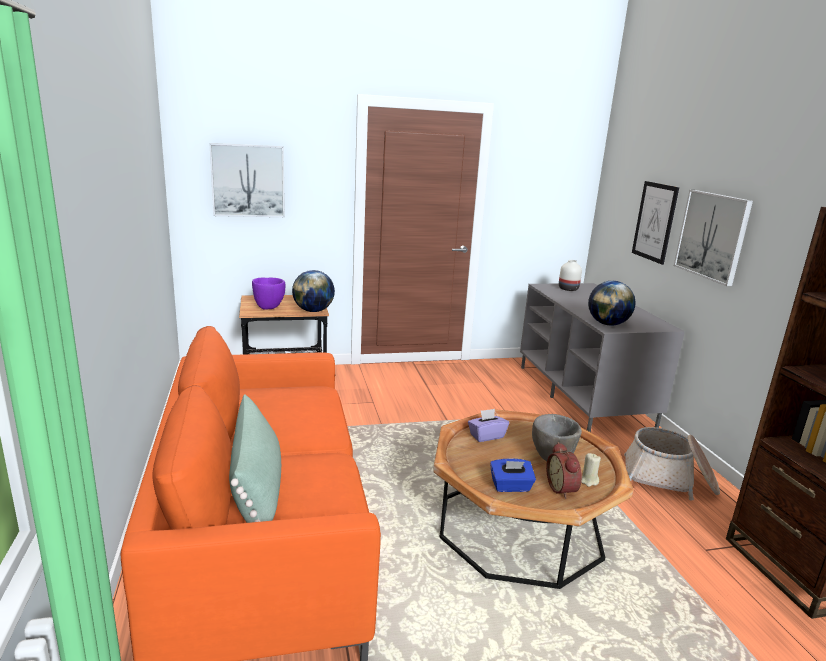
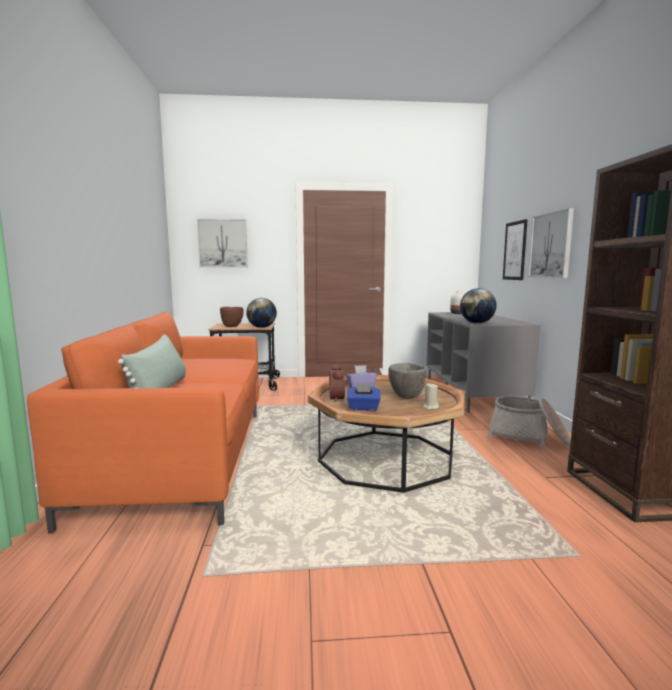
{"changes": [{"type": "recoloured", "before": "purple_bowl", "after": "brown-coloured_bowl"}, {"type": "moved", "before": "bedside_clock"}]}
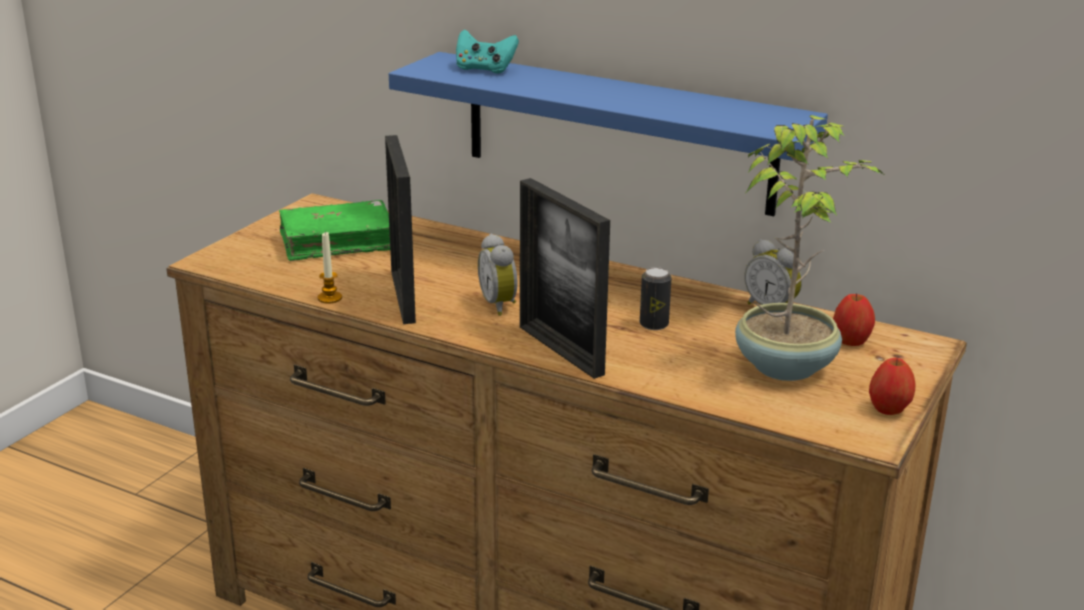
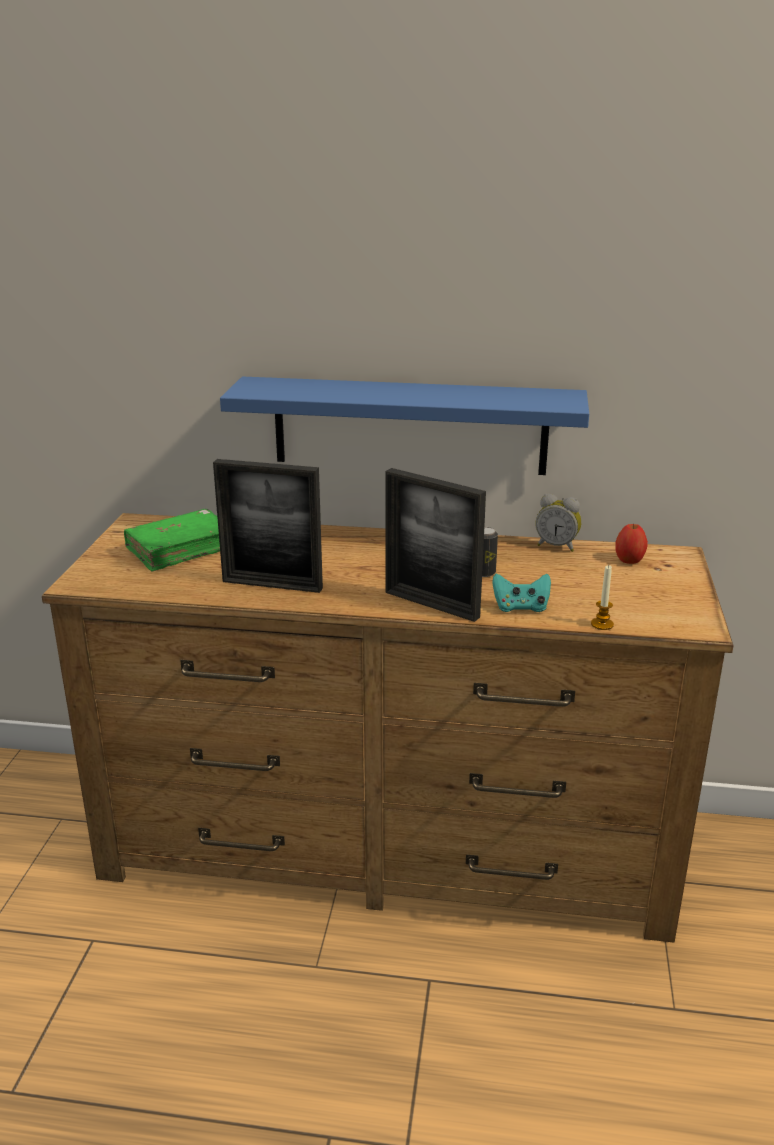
{"changes": [{"type": "turned", "before": "photo_frame (1st from left)", "turn": -45}, {"type": "moved", "before": "turquoise_game_controller"}, {"type": "moved", "before": "wax_candle"}, {"type": "removed", "before": "bedside_clock (1st from left)"}, {"type": "removed", "before": "houseplant"}, {"type": "removed", "before": "apple (2nd from left)"}]}
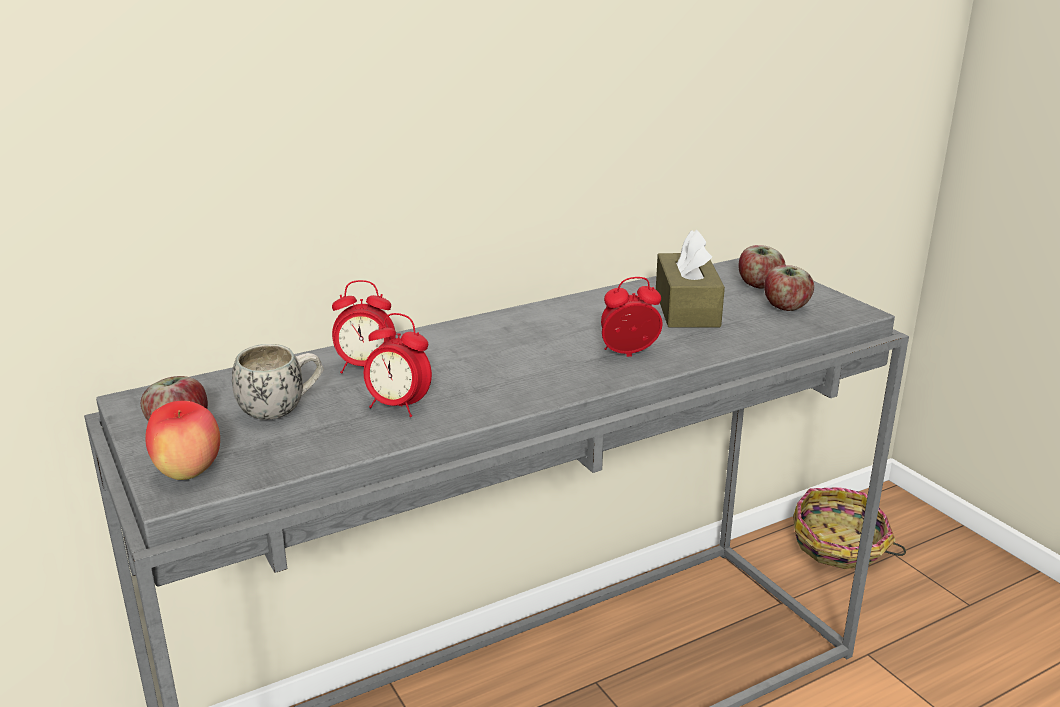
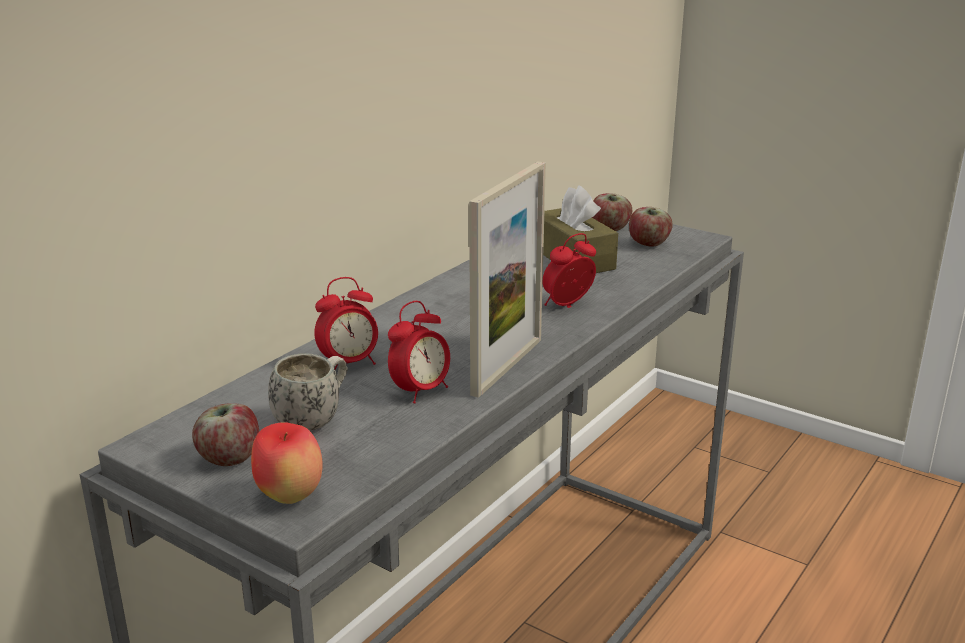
{"changes": [{"type": "turned", "before": "bedside_clock (2nd from left)", "turn": -45}, {"type": "added", "after": "photo_frame"}, {"type": "removed", "before": "storage_basket"}]}
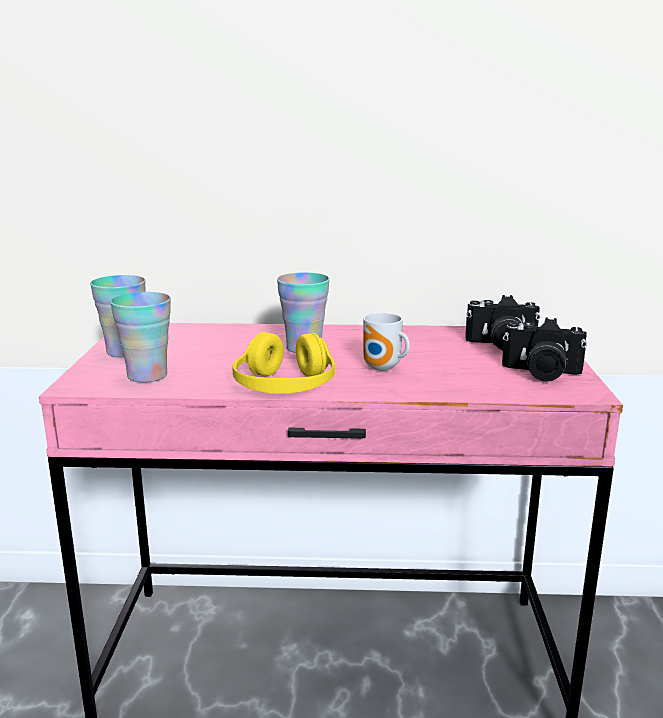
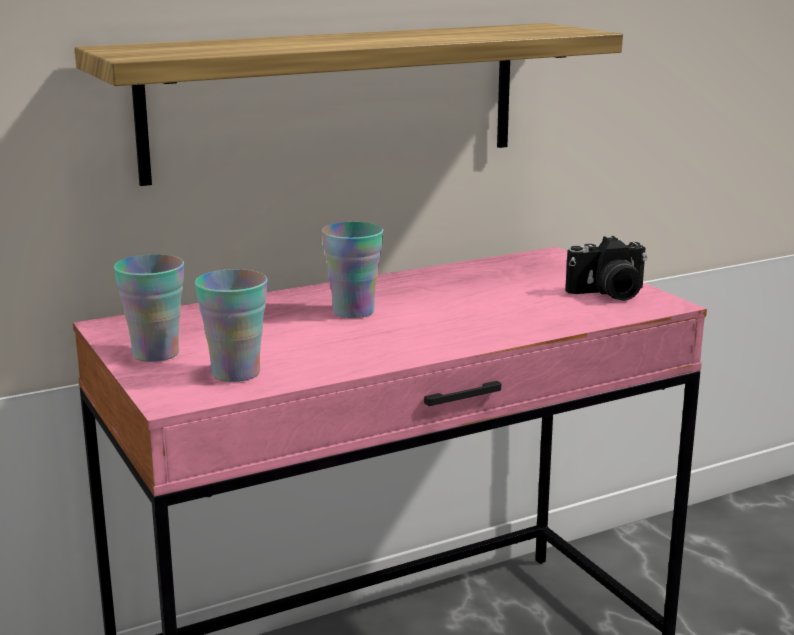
{"changes": [{"type": "added", "after": "shelf"}, {"type": "removed", "before": "yellow_pair_of_headphones"}, {"type": "removed", "before": "tea_mug"}, {"type": "removed", "before": "photo_camera (1st from left)"}]}
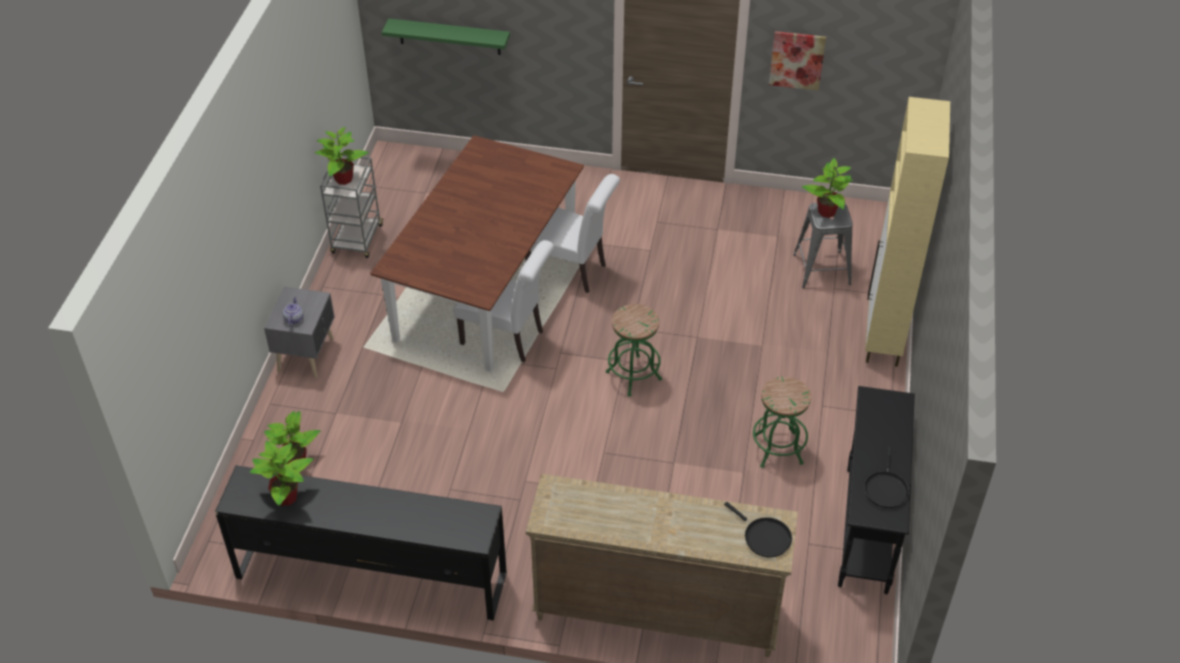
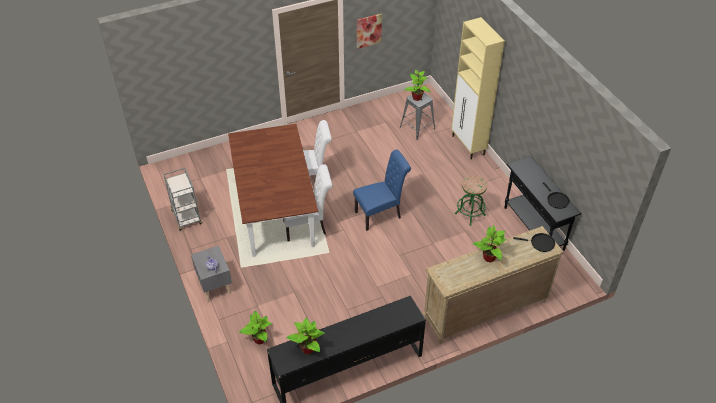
{"changes": [{"type": "replaced", "before": "greenish_sitting_stool (1st from left)", "after": "blue-coloured_chair"}, {"type": "moved", "before": "houseplant (3rd from left in the first image)", "after": "houseplant (4th from left)"}, {"type": "removed", "before": "greenish_shelf"}]}
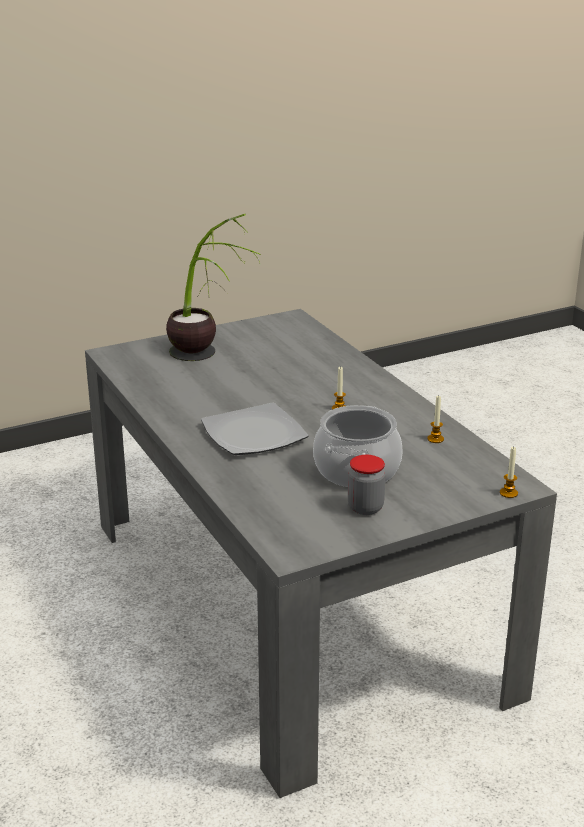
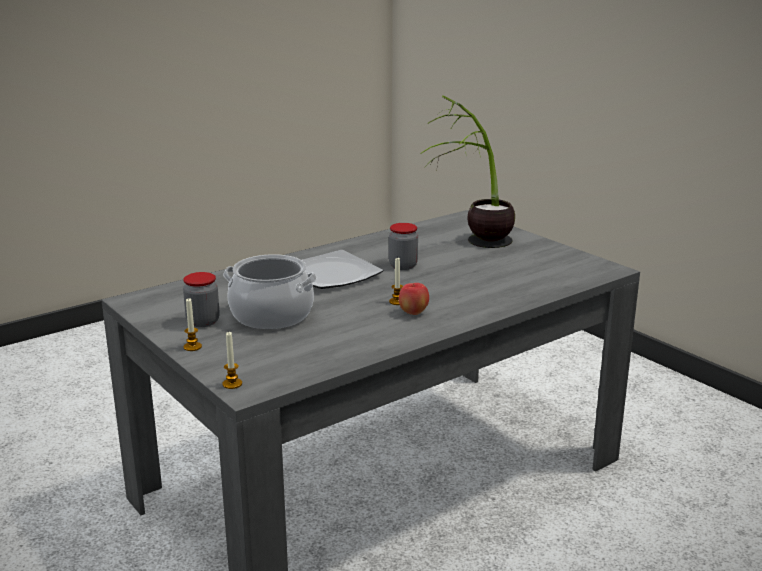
{"changes": [{"type": "moved", "before": "wax_candle (2nd from left in the first image)", "after": "wax_candle (1st from left)"}, {"type": "added", "after": "storage_jar (2nd from left)"}, {"type": "added", "after": "apple"}]}
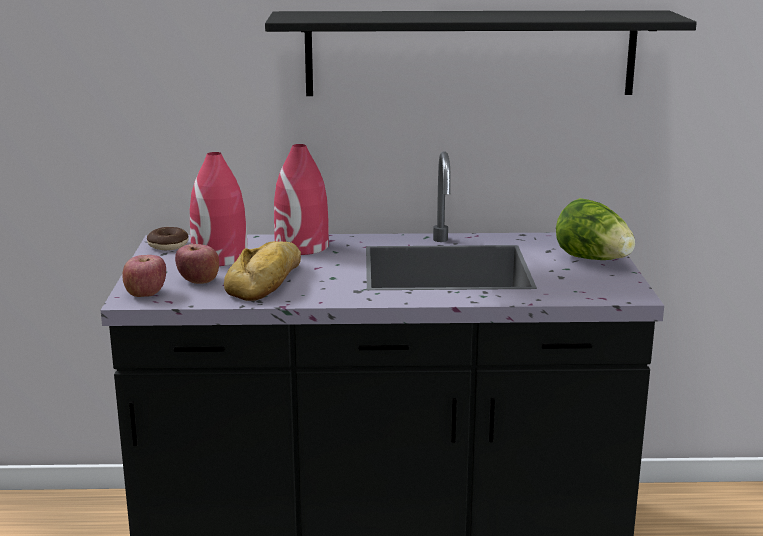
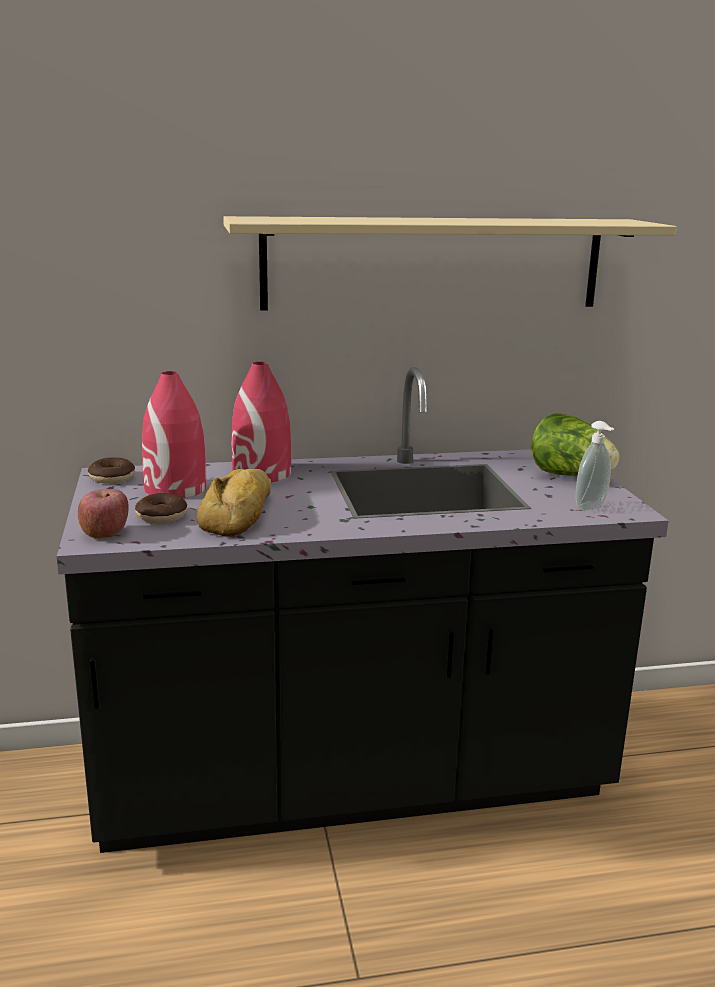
{"changes": [{"type": "replaced", "before": "apple (2nd from left)", "after": "ring_doughnut (2nd from left)"}, {"type": "recoloured", "before": "black-coloured_shelf", "after": "beige-coloured_shelf"}, {"type": "added", "after": "liquid_soap_bottle"}]}
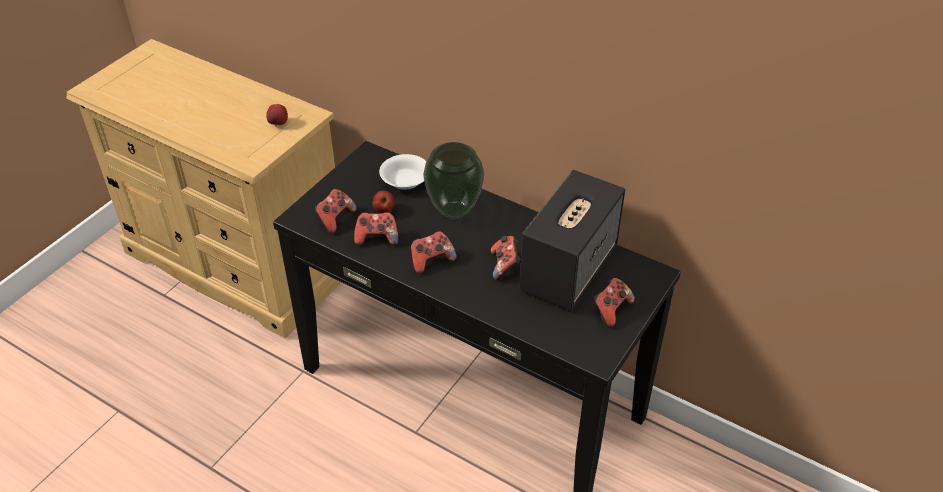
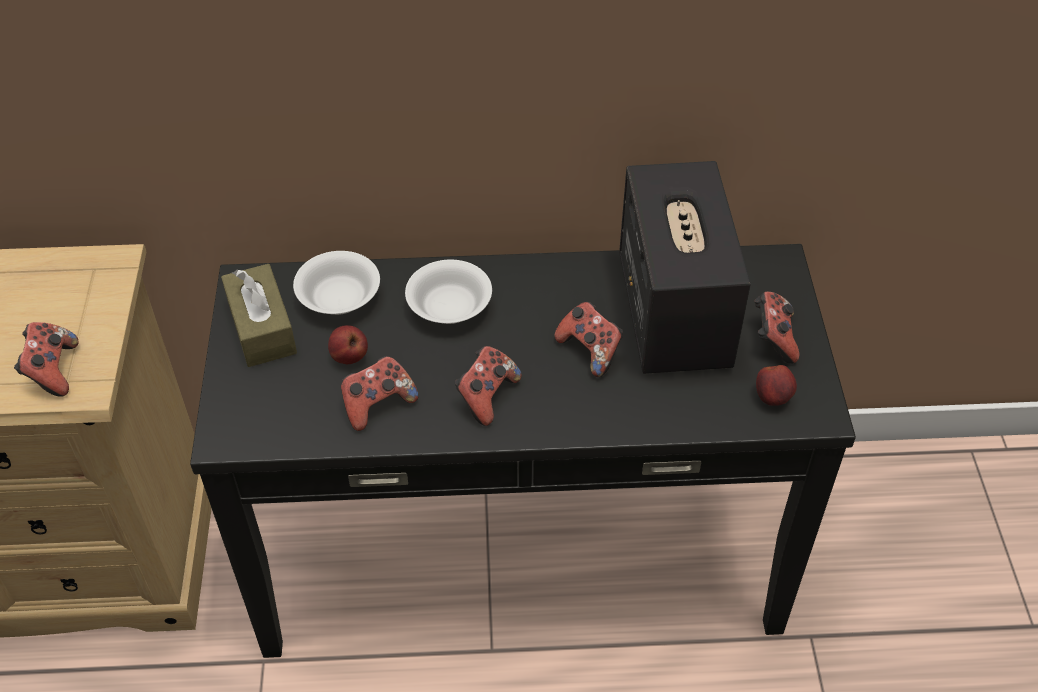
{"changes": [{"type": "moved", "before": "game_controller (1st from left)"}, {"type": "added", "after": "brown-coloured_tissue_box"}, {"type": "replaced", "before": "decorative_vase", "after": "white-coloured_bowl (2nd from left)"}, {"type": "moved", "before": "apple (1st from left in the first image)", "after": "apple (2nd from left)"}]}
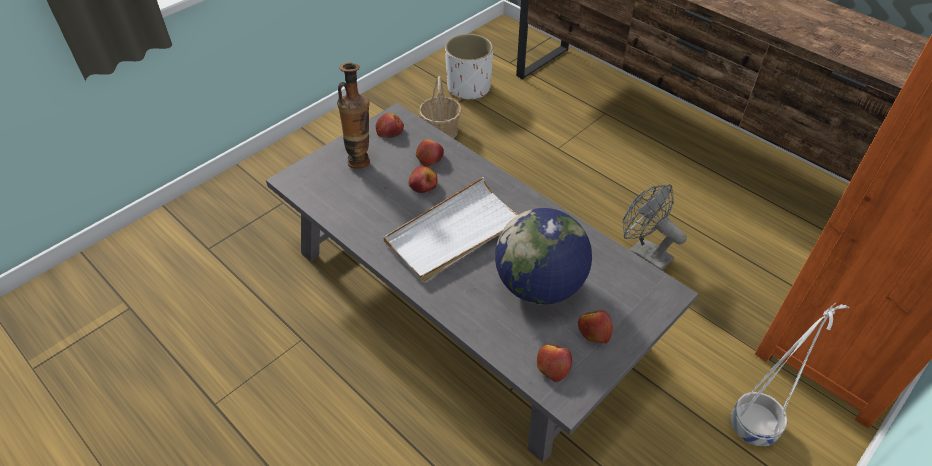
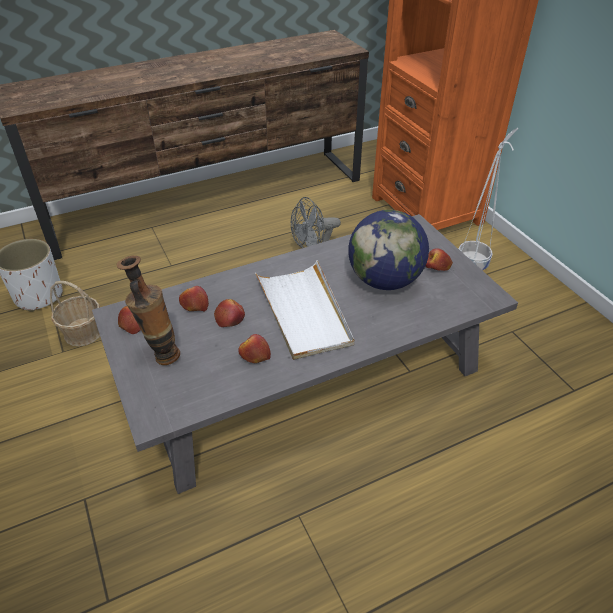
{"changes": [{"type": "moved", "before": "apple (4th from left)"}]}
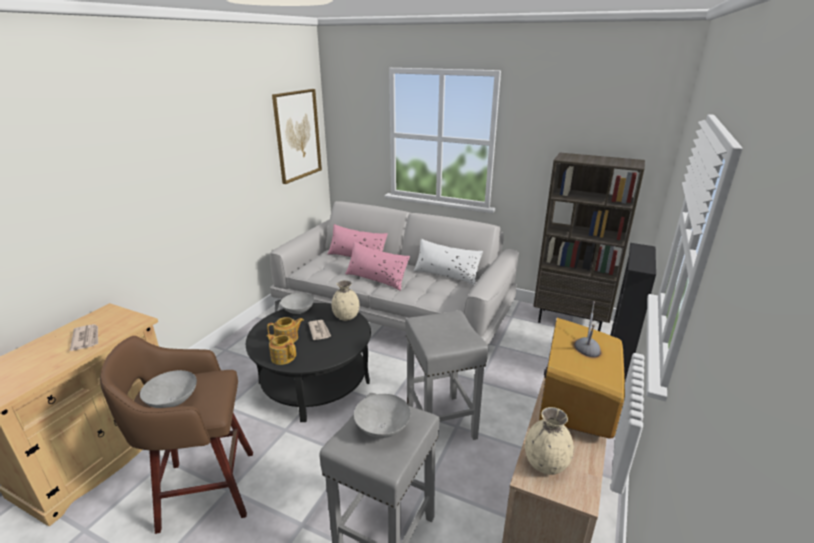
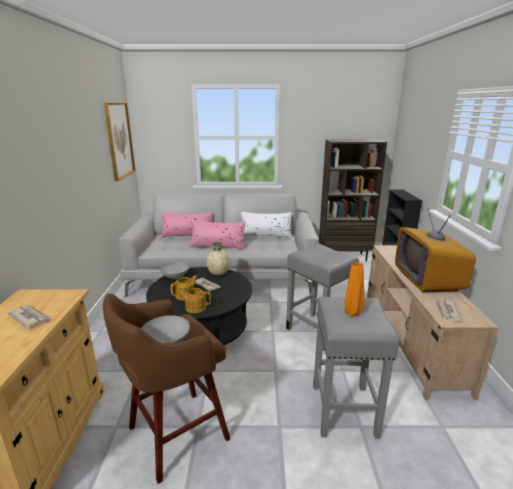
{"changes": [{"type": "replaced", "before": "gray_bowl (3rd from left)", "after": "orange-coloured_decorative_vase"}, {"type": "replaced", "before": "beige-coloured_decorative_vase (2nd from left)", "after": "daily_paper (3rd from left)"}]}
